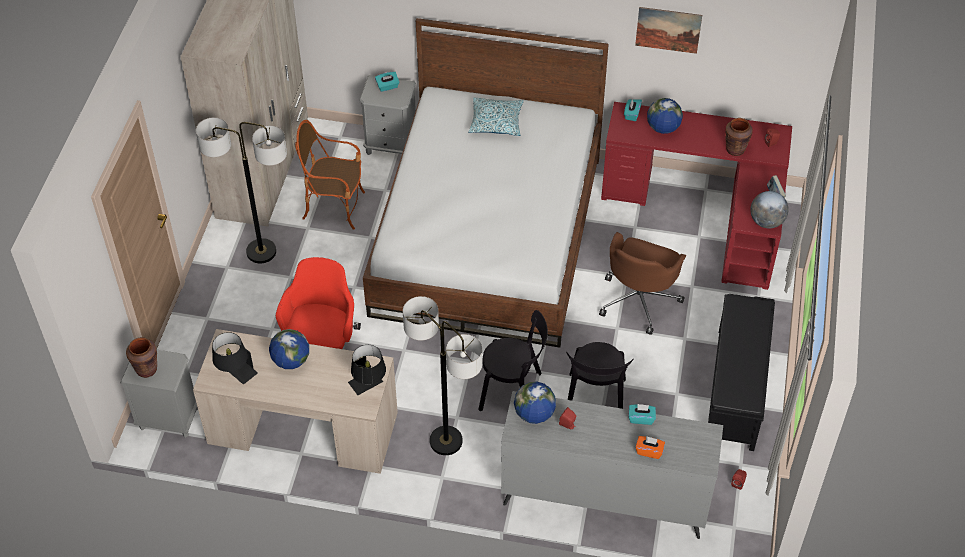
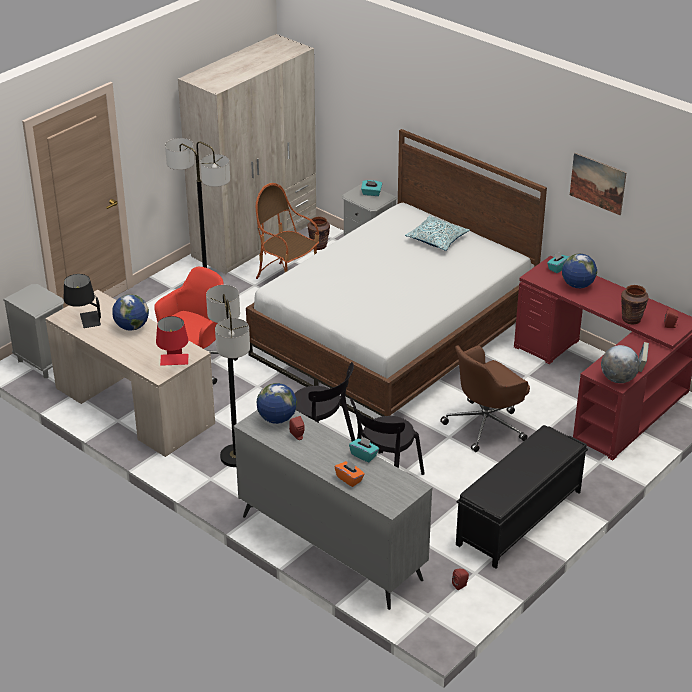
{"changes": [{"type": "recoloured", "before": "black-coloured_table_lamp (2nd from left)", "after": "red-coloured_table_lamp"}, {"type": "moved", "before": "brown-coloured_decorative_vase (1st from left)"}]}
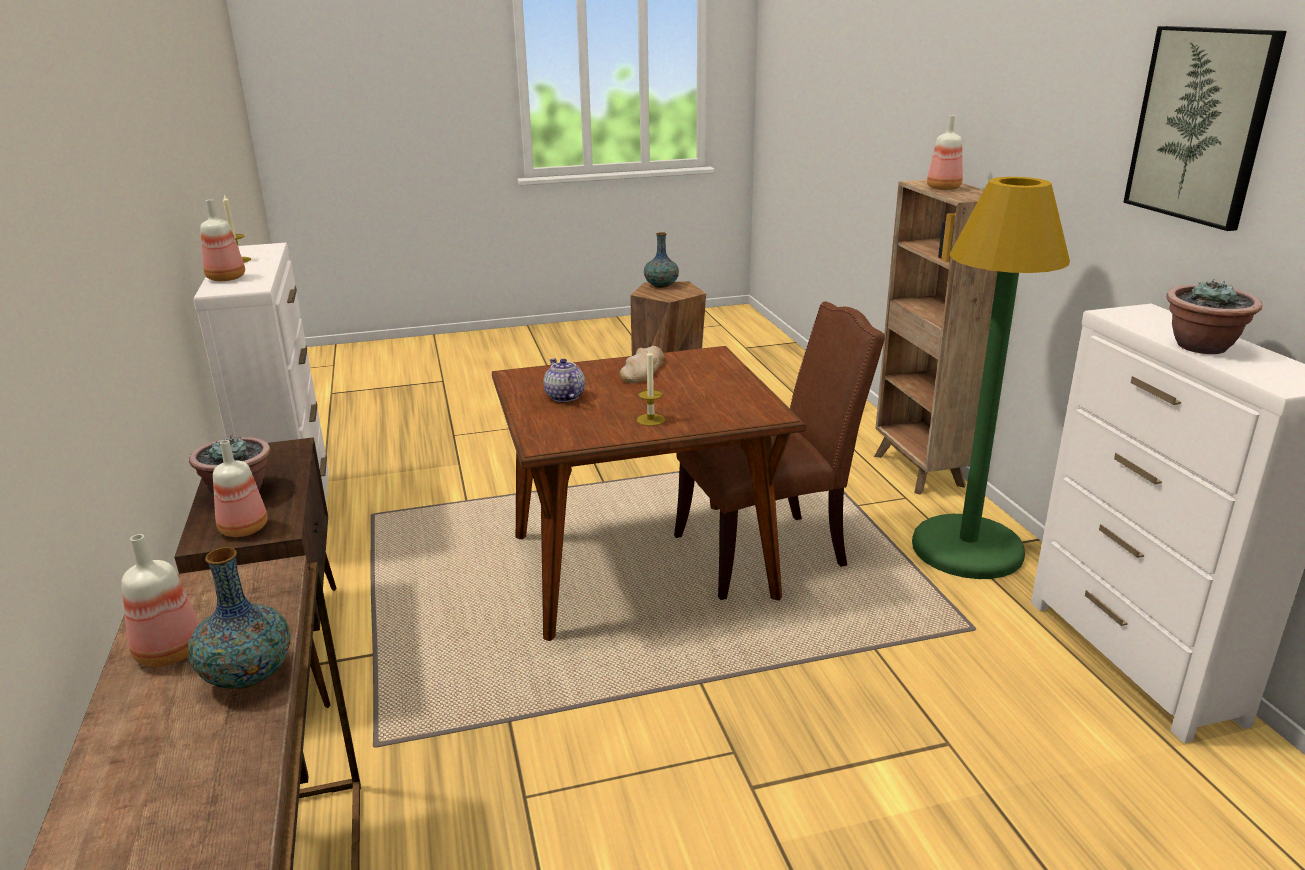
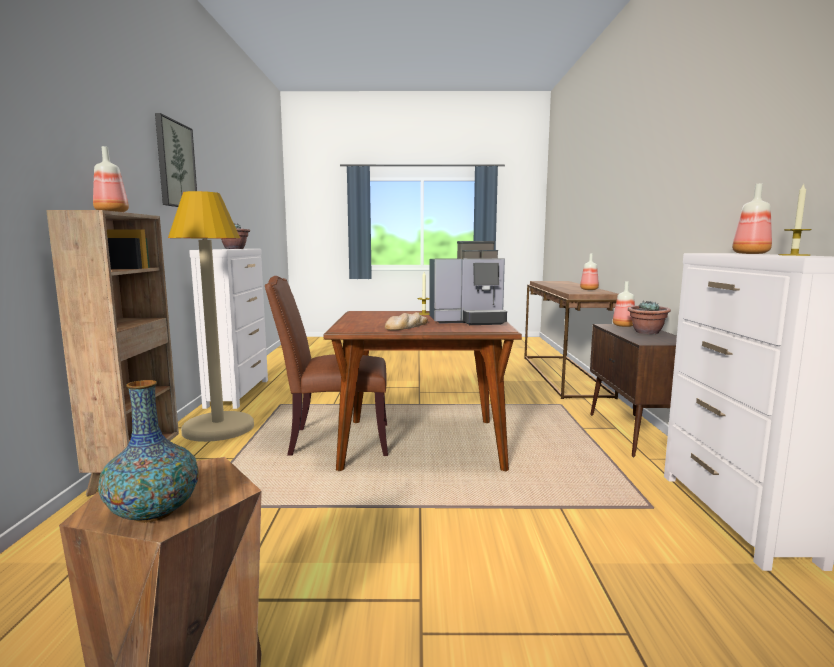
{"changes": [{"type": "recoloured", "before": "greenish_floor_lamp", "after": "beige-coloured_floor_lamp"}, {"type": "replaced", "before": "tea_pot", "after": "coffee_machine"}, {"type": "removed", "before": "decorative_vase (1st from left)"}]}
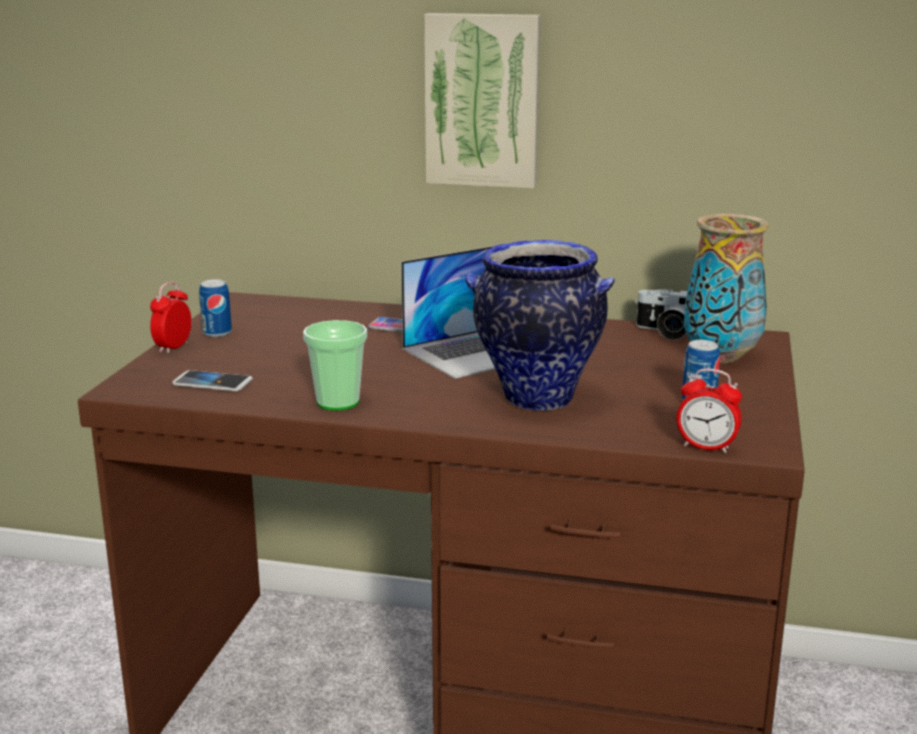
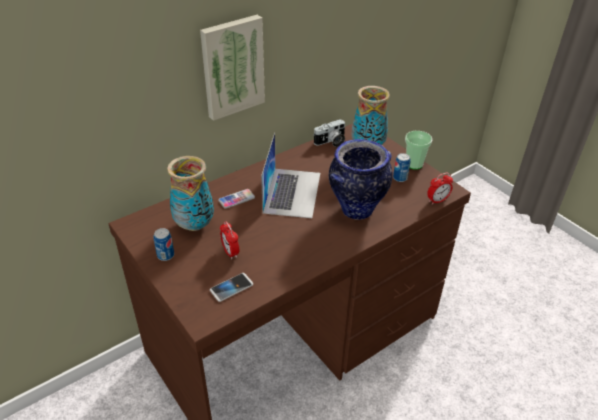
{"changes": [{"type": "added", "after": "decorative_vase (1st from left)"}, {"type": "moved", "before": "bedside_clock (1st from left)"}, {"type": "moved", "before": "cup"}]}
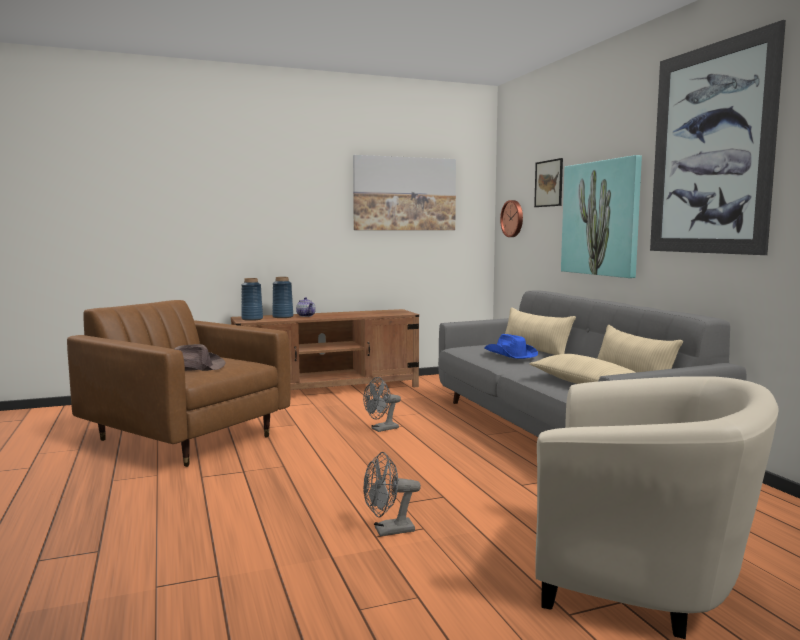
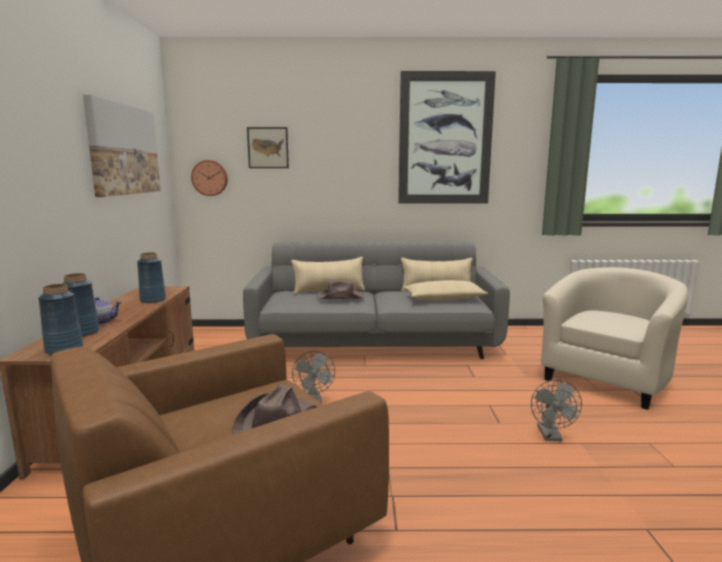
{"changes": [{"type": "added", "after": "blue-coloured_decorative_vase (3rd from left)"}, {"type": "recoloured", "before": "blue-coloured_hat", "after": "brown-coloured_hat (2nd from left)"}, {"type": "removed", "before": "wall_picture (3rd from left)"}]}
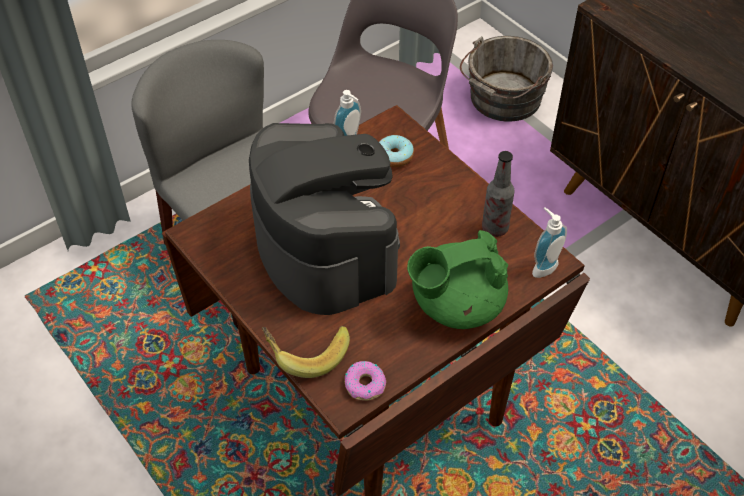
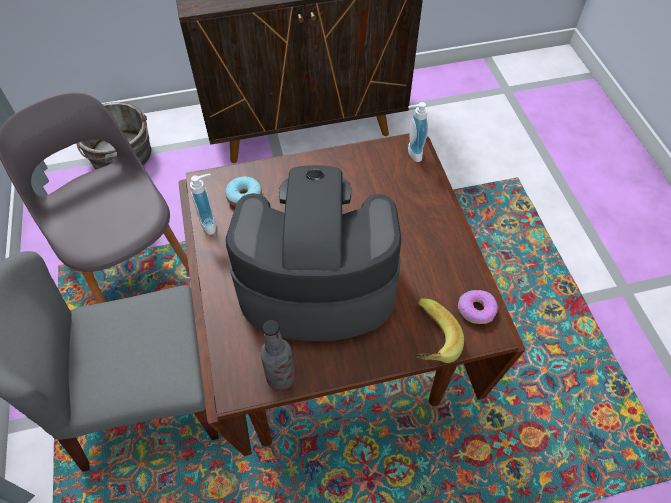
{"changes": [{"type": "moved", "before": "drink_bottle"}, {"type": "removed", "before": "greenish_tea_pot"}]}
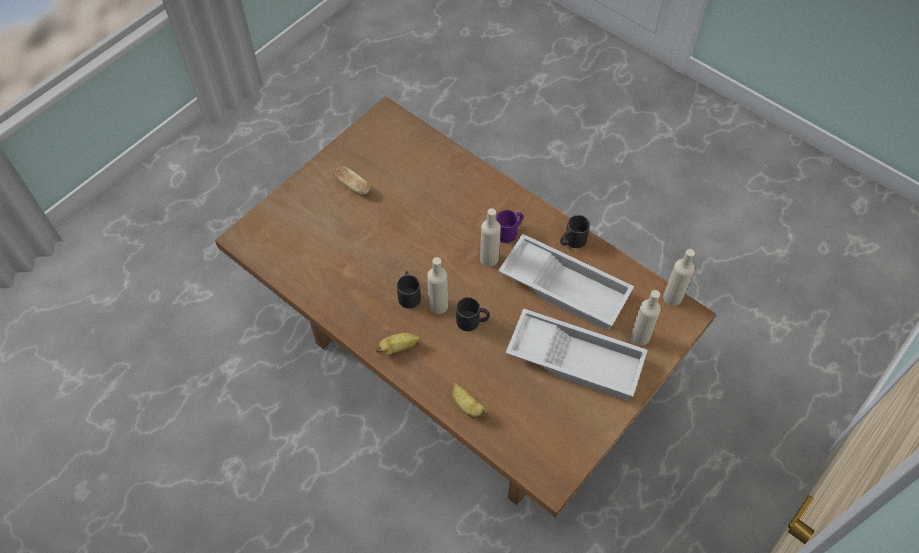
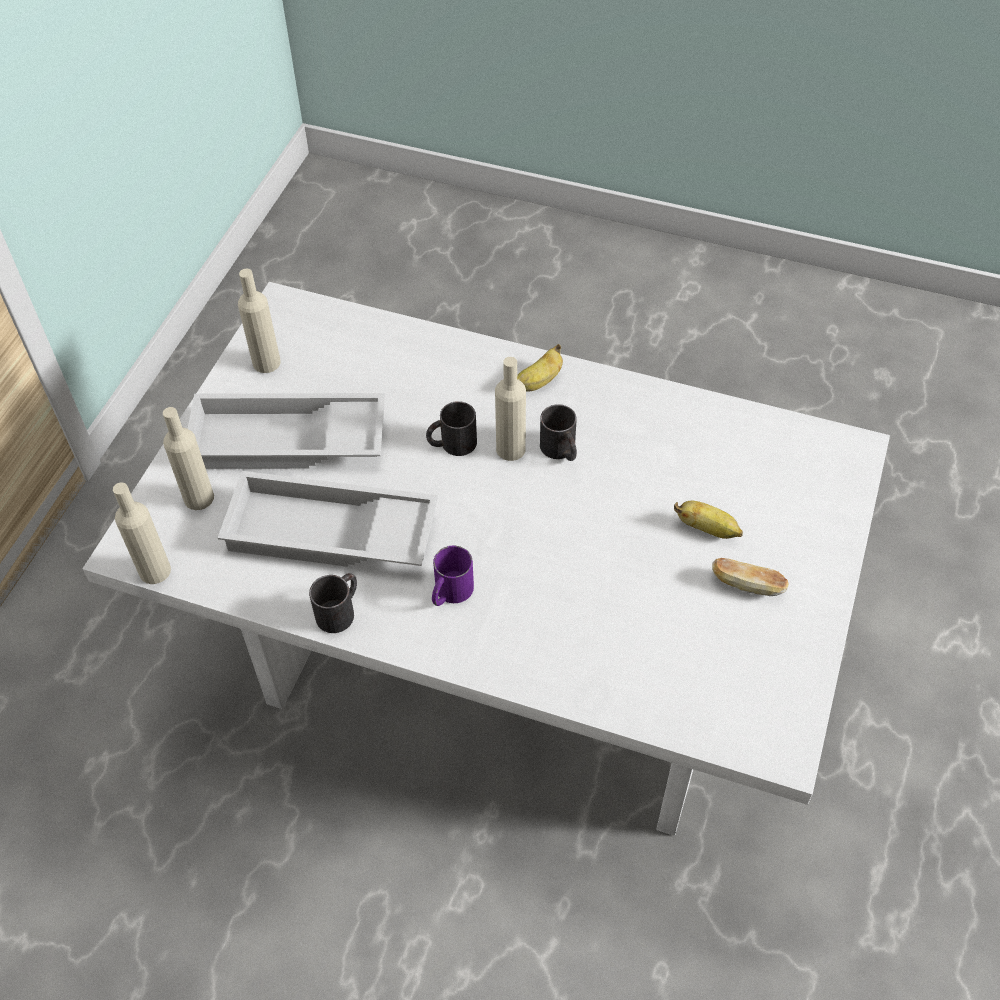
{"changes": [{"type": "recoloured", "before": "brown-coloured_dining_table", "after": "white-coloured_dining_table"}, {"type": "moved", "before": "beige-coloured_drink_bottle (2nd from left in the first image)", "after": "beige-coloured_drink_bottle (3rd from left)"}, {"type": "moved", "before": "whole_banana (2nd from left)"}]}
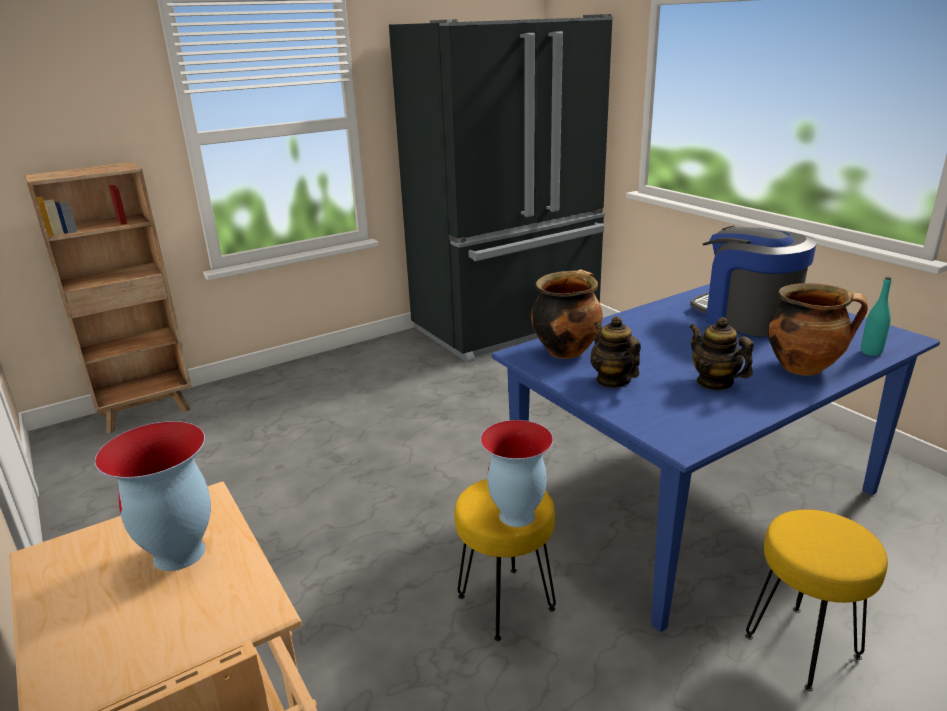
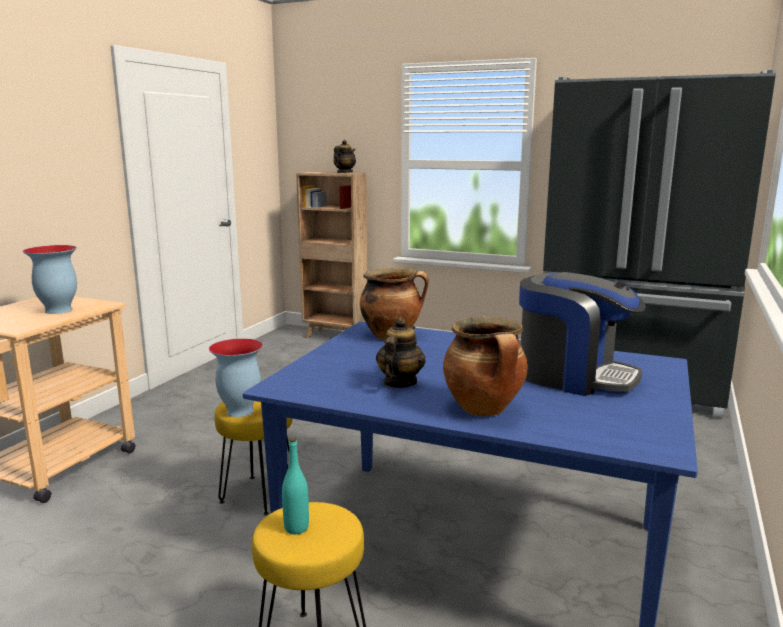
{"changes": [{"type": "moved", "before": "turquoise_drink_bottle"}, {"type": "moved", "before": "tea_pot (1st from left)"}, {"type": "turned", "before": "coffee_machine", "turn": 105}]}
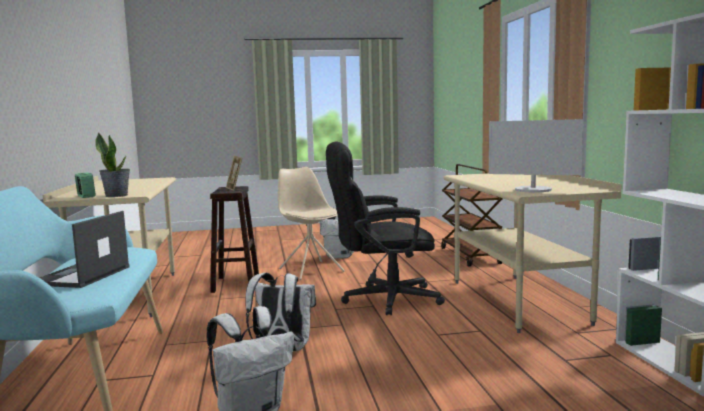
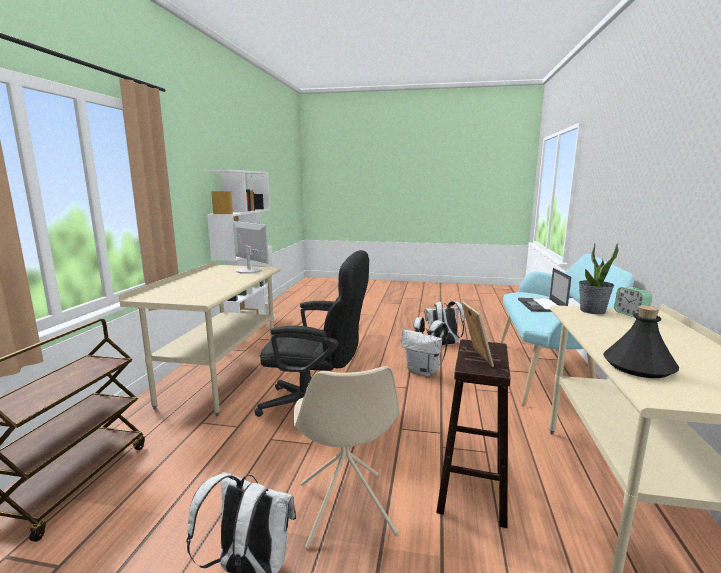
{"changes": [{"type": "turned", "before": "notebook_computer", "turn": 150}, {"type": "added", "after": "black-coloured_drink_bottle"}]}
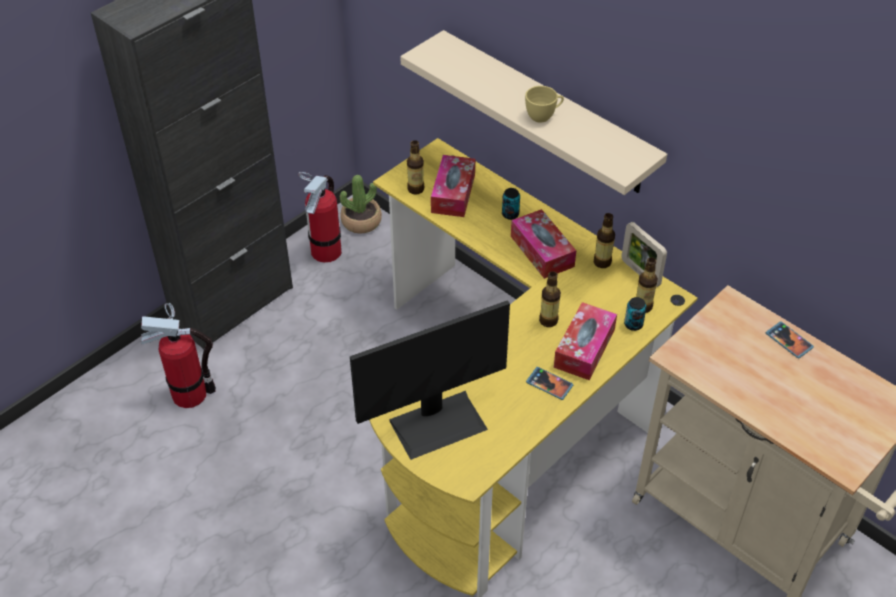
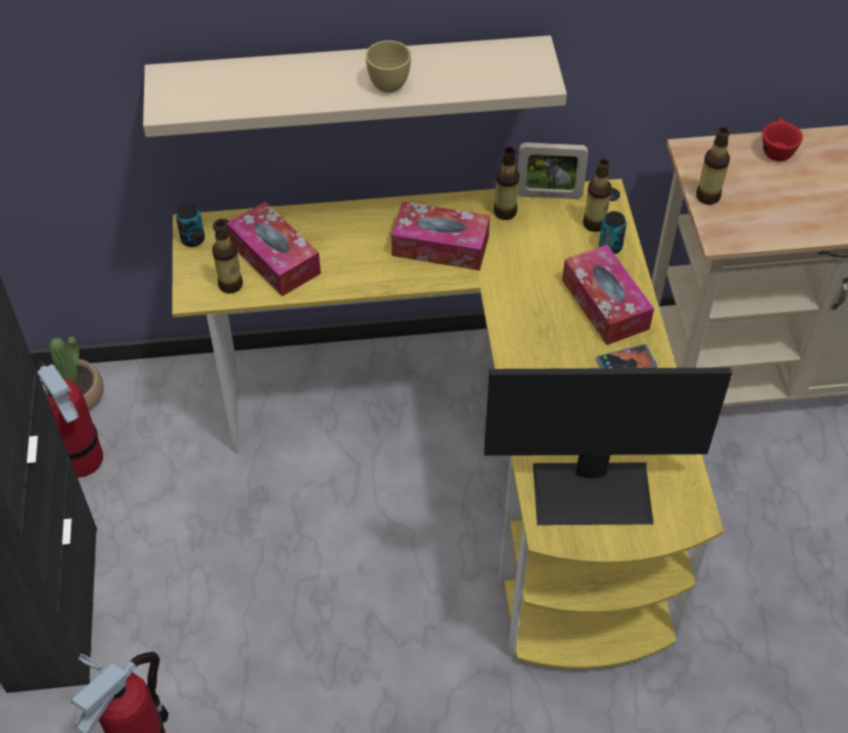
{"changes": [{"type": "moved", "before": "can (1st from left)"}, {"type": "turned", "before": "monitor", "turn": 75}, {"type": "moved", "before": "drink_bottle (2nd from left in the first image)", "after": "drink_bottle (4th from left)"}, {"type": "replaced", "before": "handset (2nd from left)", "after": "red-coloured_cup"}]}
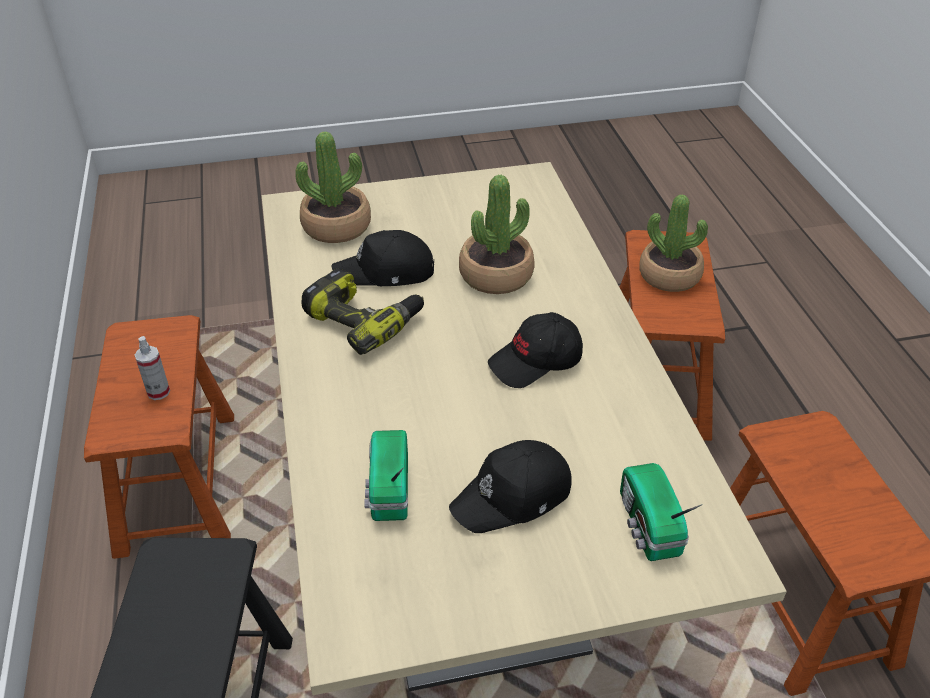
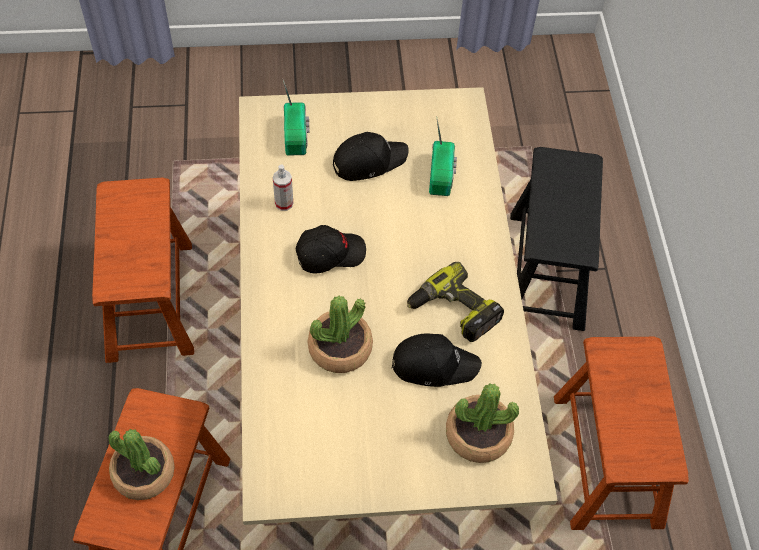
{"changes": [{"type": "moved", "before": "sprayer"}]}
